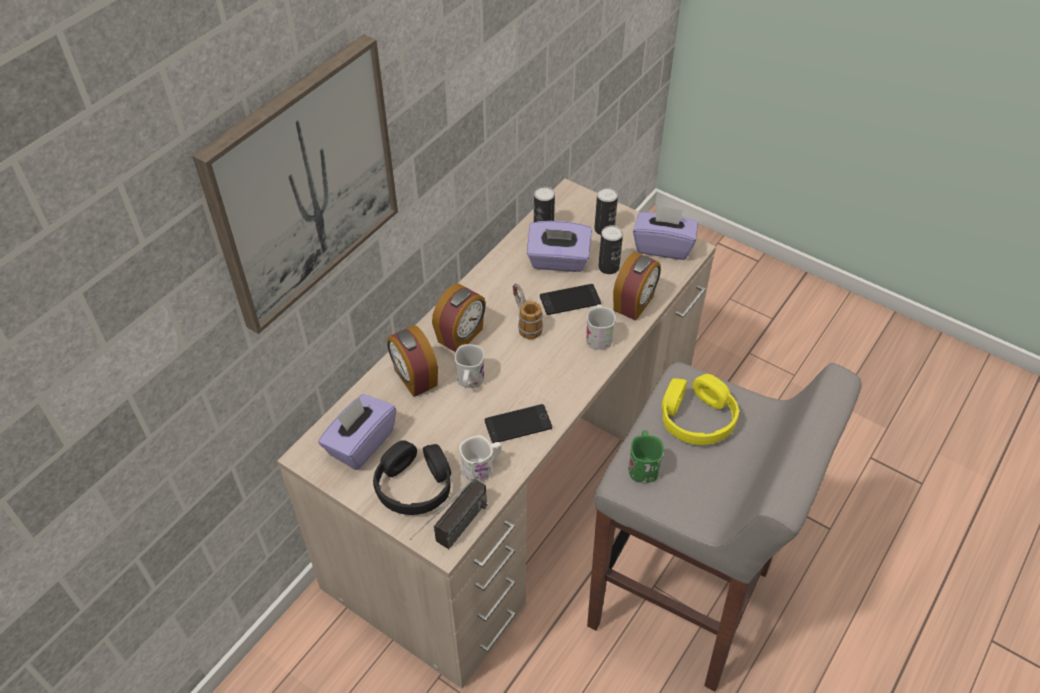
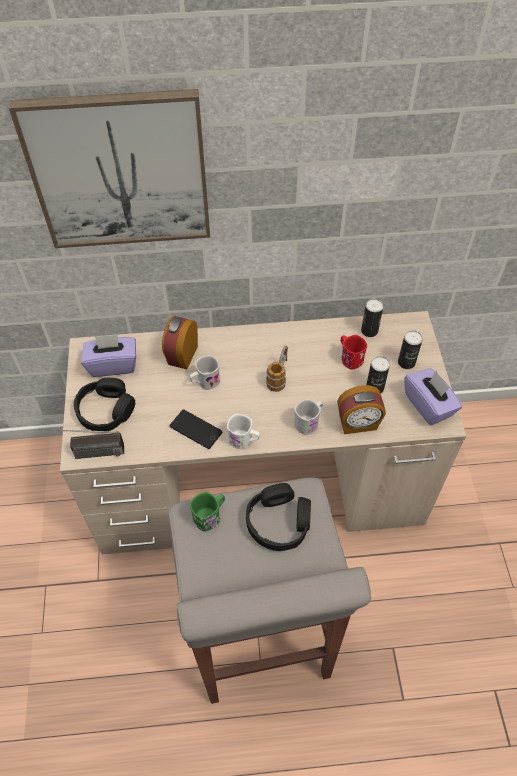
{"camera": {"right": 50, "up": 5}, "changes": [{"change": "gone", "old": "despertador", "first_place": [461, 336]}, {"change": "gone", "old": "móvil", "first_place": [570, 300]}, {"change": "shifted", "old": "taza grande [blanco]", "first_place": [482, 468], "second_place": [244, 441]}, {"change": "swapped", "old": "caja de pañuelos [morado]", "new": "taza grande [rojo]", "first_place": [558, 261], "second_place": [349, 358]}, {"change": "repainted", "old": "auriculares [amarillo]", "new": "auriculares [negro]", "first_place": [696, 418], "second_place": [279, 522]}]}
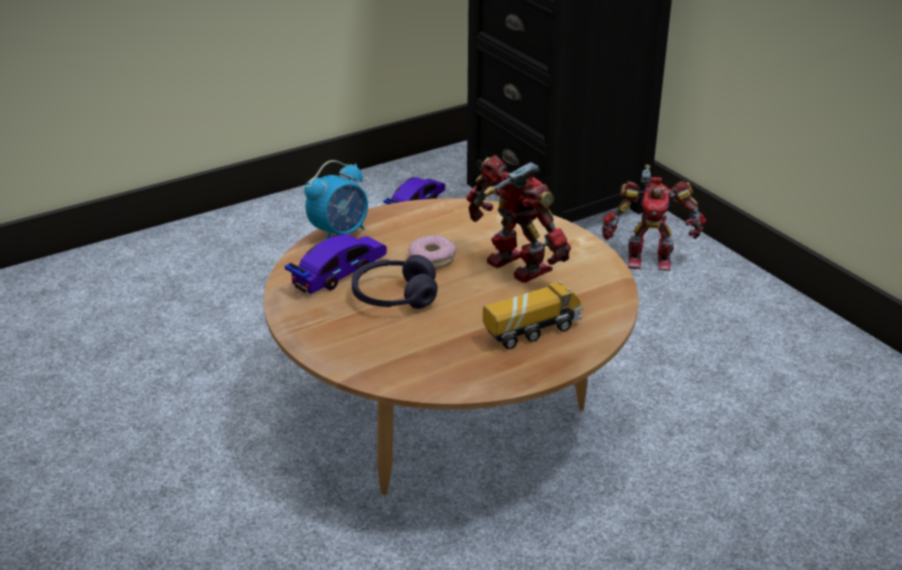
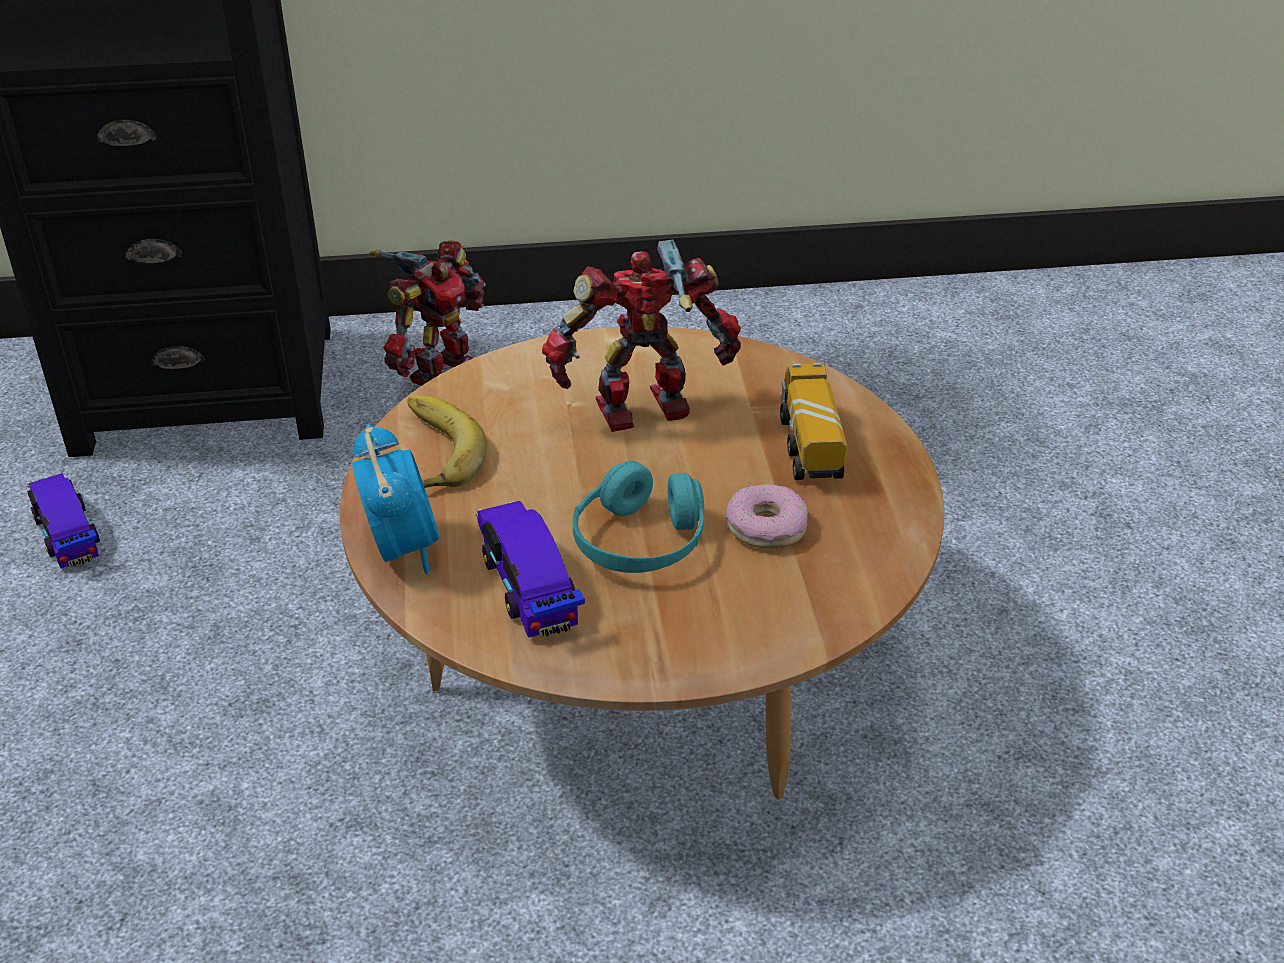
{"camera": {"right": -65, "up": 5}, "changes": [{"change": "new", "new": "plátano", "second_place": [431, 451]}, {"change": "shifted", "old": "rosquilla", "first_place": [432, 259], "second_place": [766, 527]}, {"change": "repainted", "old": "auriculares [morado]", "new": "auriculares [turquesa]", "first_place": [394, 296], "second_place": [639, 541]}]}
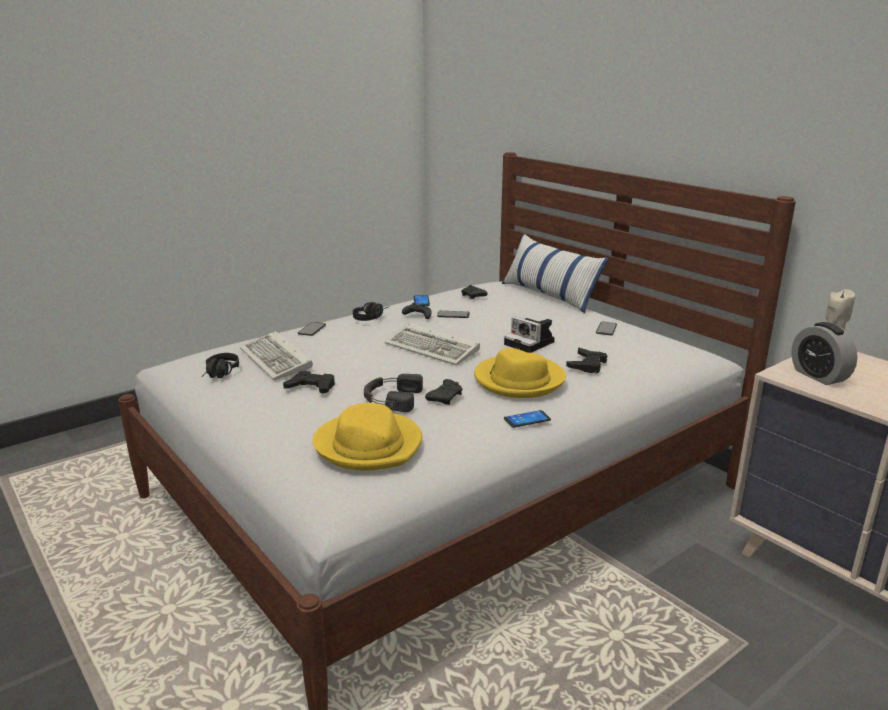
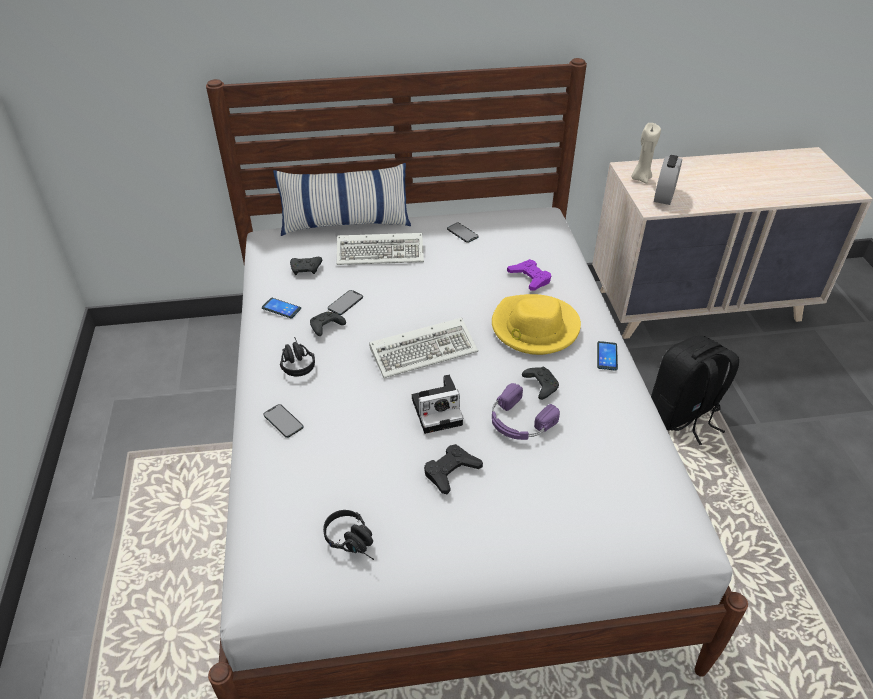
{"camera": {"right": -60, "up": 20}, "changes": [{"change": "gone", "old": "sombrero [amarillo]", "first_place": [369, 445]}, {"change": "new", "new": "mochila [negro]", "second_place": [683, 415]}, {"change": "shifted", "old": "teclado", "first_place": [277, 360], "second_place": [382, 252]}, {"change": "shifted", "old": "cámara", "first_place": [531, 343], "second_place": [438, 410]}, {"change": "repainted", "old": "auriculares [negro]", "new": "auriculares [morado]", "first_place": [391, 398], "second_place": [519, 421]}, {"change": "repainted", "old": "mando de consola [negro]", "new": "mando de consola [morado]", "first_place": [587, 365], "second_place": [530, 278]}, {"change": "rotated", "old": "despertador", "first_place": [818, 376], "second_place": [664, 196], "degrees": 105}]}
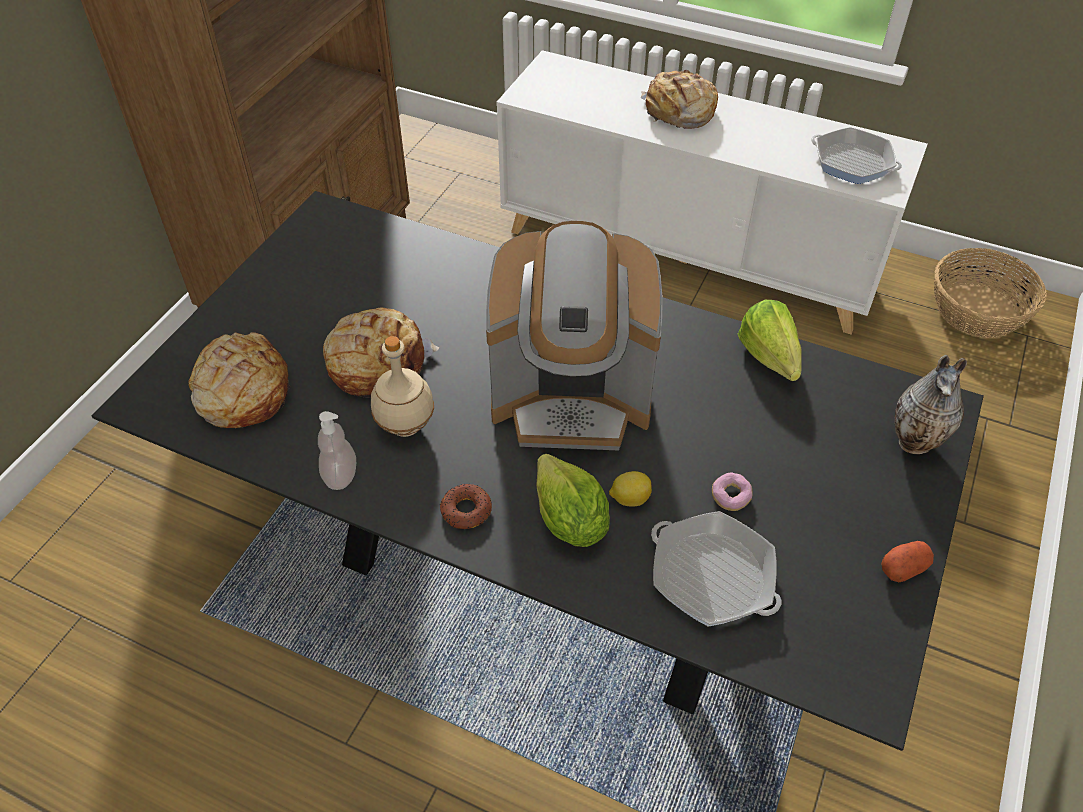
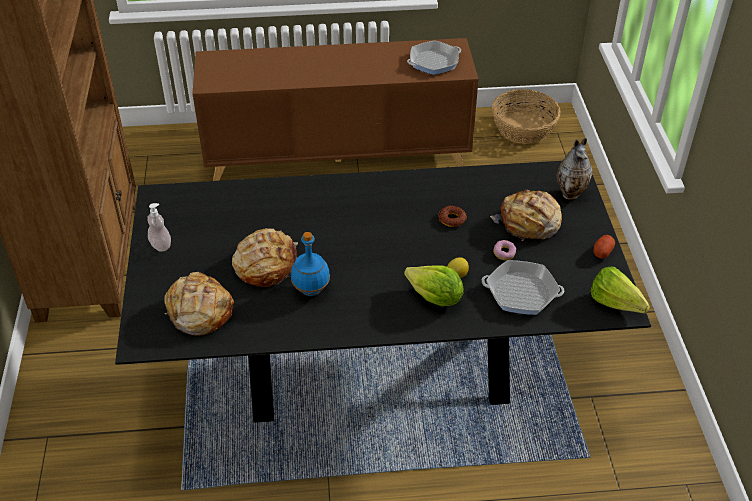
{"camera": {"right": -30, "up": -5}, "changes": [{"change": "gone", "old": "cafetera", "first_place": [571, 399]}, {"change": "shifted", "old": "dispensador de jabón", "first_place": [340, 475], "second_place": [161, 245]}, {"change": "shifted", "old": "rosquilla", "first_place": [466, 511], "second_place": [452, 219]}, {"change": "shifted", "old": "pan", "first_place": [679, 111], "second_place": [529, 223]}, {"change": "shifted", "old": "lechuga", "first_place": [770, 363], "second_place": [618, 306]}, {"change": "repainted", "old": "botella [beis]", "new": "botella [azul]", "first_place": [406, 426], "second_place": [311, 290]}, {"change": "repainted", "old": "armario [blanco]", "new": "armario [marrón]", "first_place": [688, 254], "second_place": [338, 155]}, {"change": "rotated", "old": "sartén", "first_place": [852, 162], "second_place": [434, 62], "degrees": 150}]}
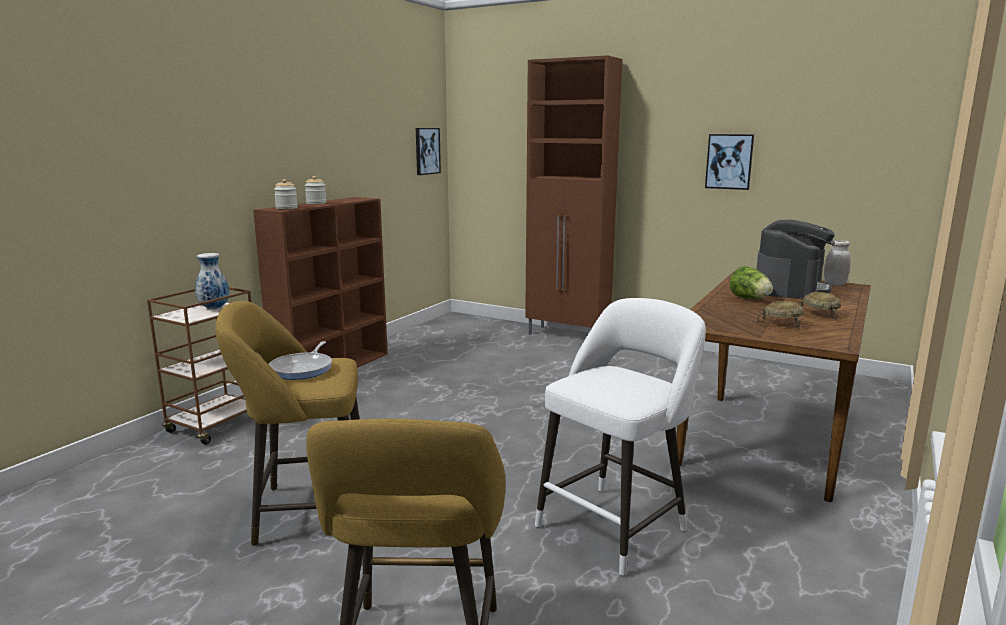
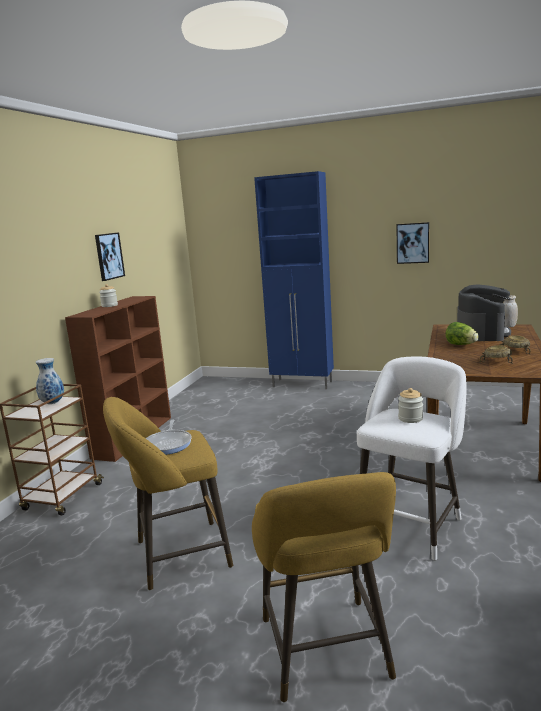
{"camera": {"right": -10, "up": 0}, "changes": [{"change": "shifted", "old": "tarro", "first_place": [286, 208], "second_place": [410, 418]}, {"change": "shifted", "old": "cuadro", "first_place": [427, 151], "second_place": [109, 256]}, {"change": "repainted", "old": "armario [marrón]", "new": "armario [azul]", "first_place": [568, 336], "second_place": [303, 384]}]}
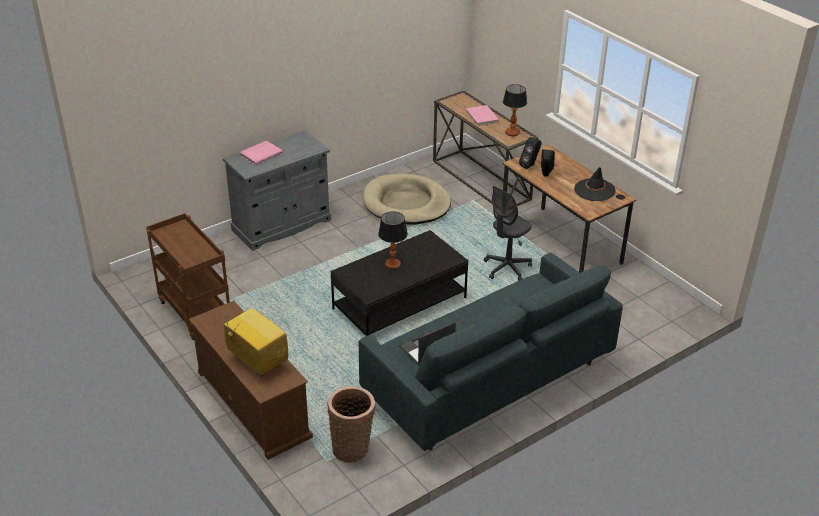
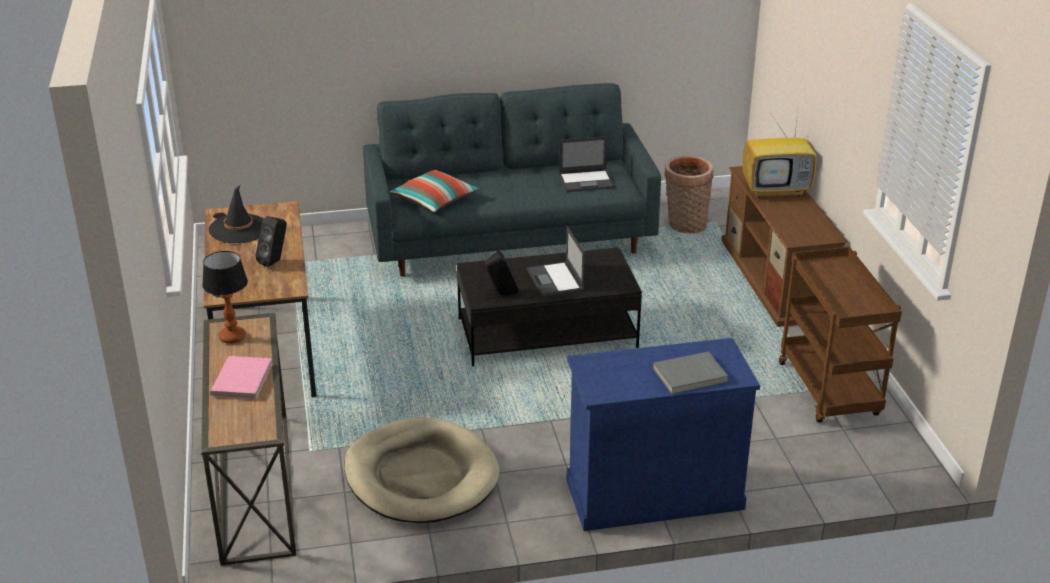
{"camera": {"right": -155, "up": -5}, "changes": [{"change": "gone", "old": "silla de oficina [gris]", "first_place": [507, 268]}, {"change": "new", "new": "cojín", "second_place": [435, 201]}, {"change": "shifted", "old": "altavoz [negro]", "first_place": [530, 166], "second_place": [501, 294]}, {"change": "swapped", "old": "lámpara de mesa", "new": "portátil", "first_place": [392, 264], "second_place": [555, 280]}, {"change": "repainted", "old": "armario [gris]", "new": "armario [azul]", "first_place": [282, 225], "second_place": [654, 494]}, {"change": "repainted", "old": "libro [rosa]", "new": "libro [gris]", "first_place": [260, 154], "second_place": [690, 375]}, {"change": "rotated", "old": "televisor", "first_place": [256, 361], "second_place": [777, 190], "degrees": -75}]}
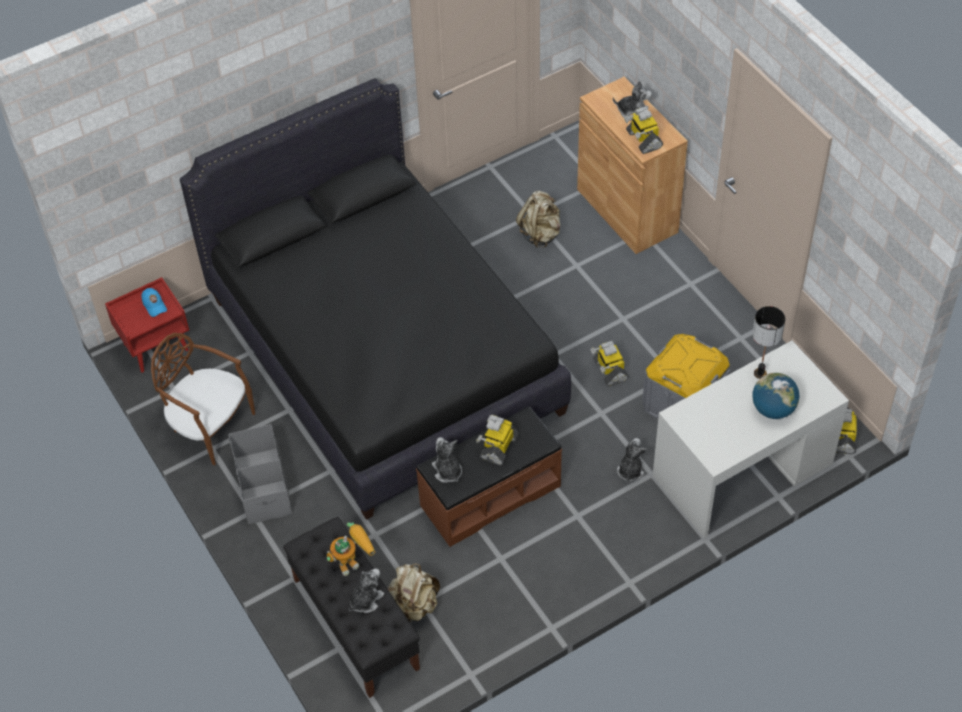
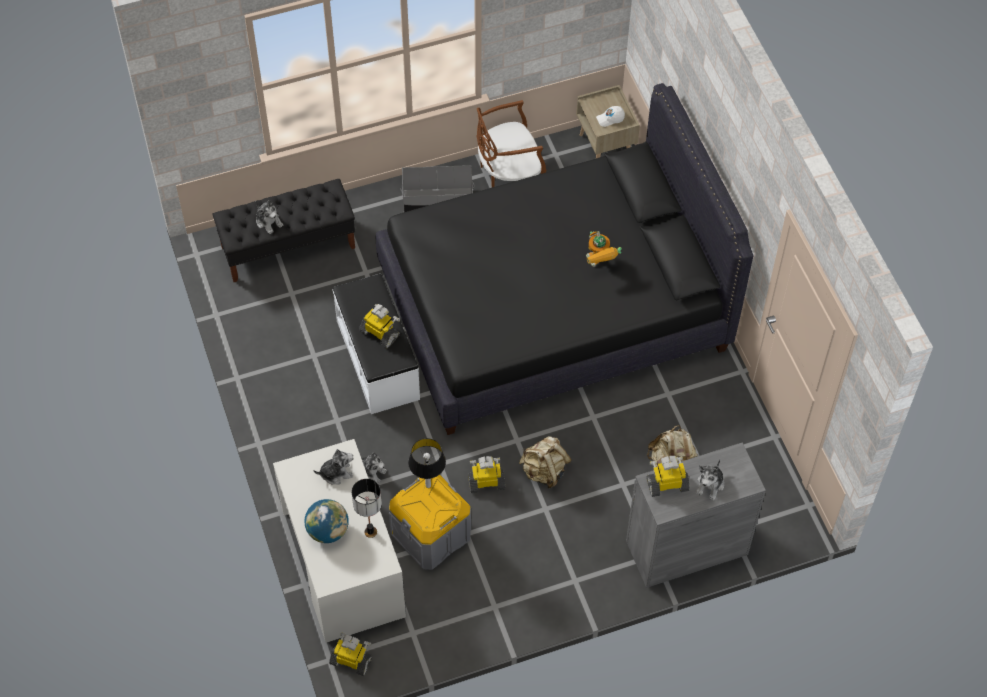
{"camera": {"right": 100, "up": 5}, "changes": [{"change": "new", "new": "lámpara de mesa", "second_place": [428, 485]}, {"change": "shifted", "old": "robot de juguete", "first_place": [353, 560], "second_place": [599, 263]}, {"change": "shifted", "old": "mochila [beis]", "first_place": [414, 604], "second_place": [544, 471]}, {"change": "shifted", "old": "peluche", "first_place": [447, 471], "second_place": [336, 473]}, {"change": "repainted", "old": "mesita de noche [rojo]", "new": "mesita de noche [beis]", "first_place": [156, 346], "second_place": [606, 146]}, {"change": "repainted", "old": "gorra [azul]", "new": "gorra [blanco]", "first_place": [154, 305], "second_place": [610, 119]}, {"change": "repainted", "old": "banco [marrón]", "new": "banco [blanco]", "first_place": [490, 495], "second_place": [378, 360]}, {"change": "repainted", "old": "armario [marrón]", "new": "armario [gris]", "first_place": [627, 211], "second_place": [686, 547]}, {"change": "rotated", "old": "silla [marrón]", "first_place": [210, 426], "second_place": [509, 175], "degrees": -150}]}
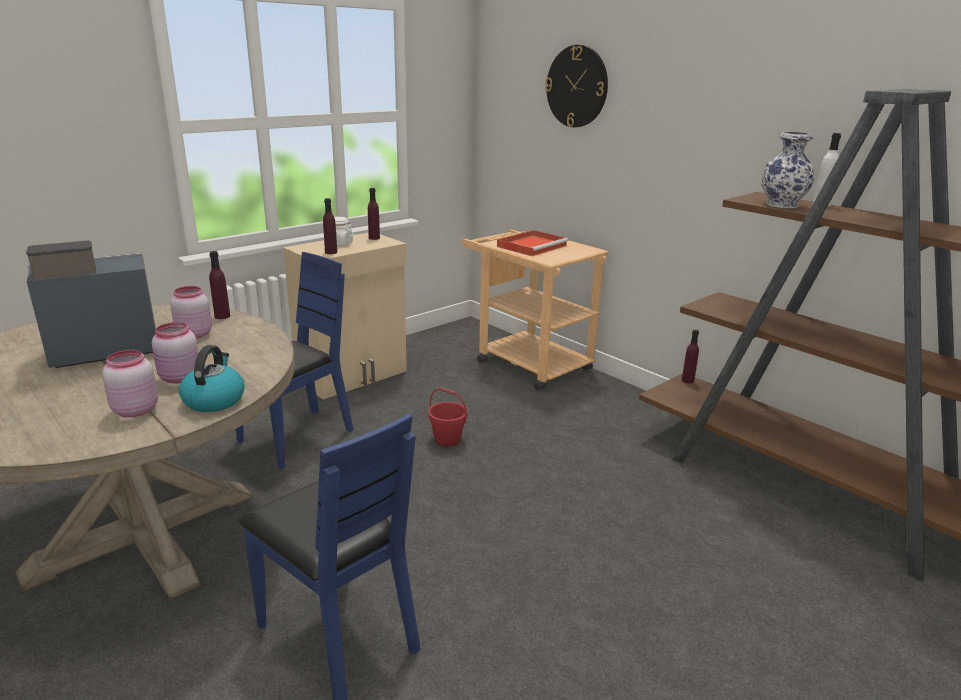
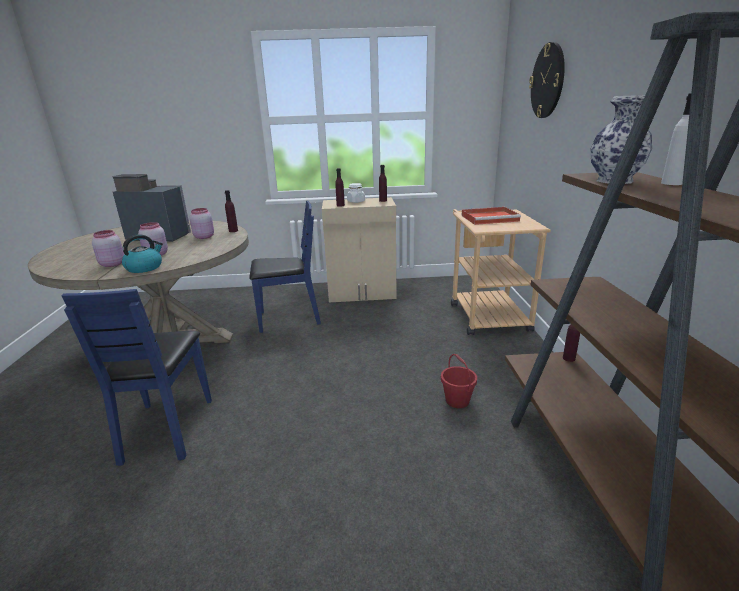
{"camera": {"right": 40, "up": 0}, "changes": [{"change": "shifted", "old": "cubo [rojo]", "first_place": [448, 439], "second_place": [457, 401]}]}
